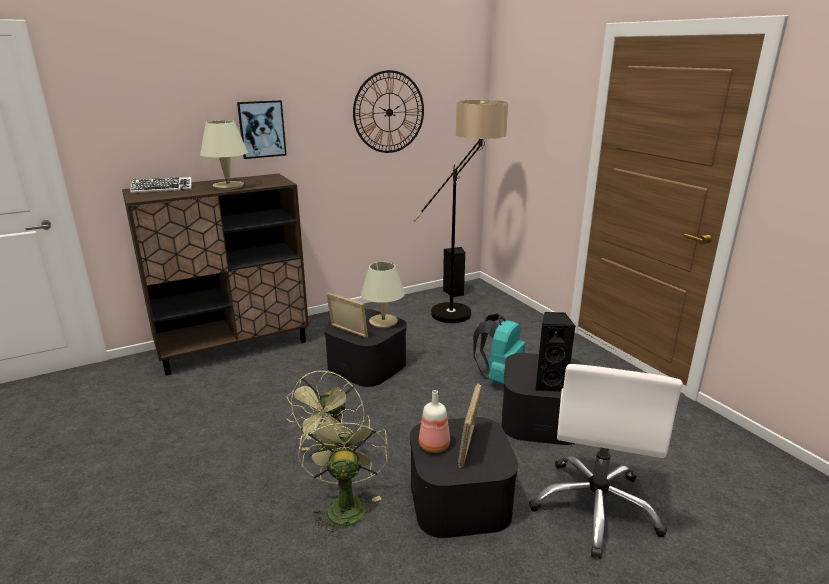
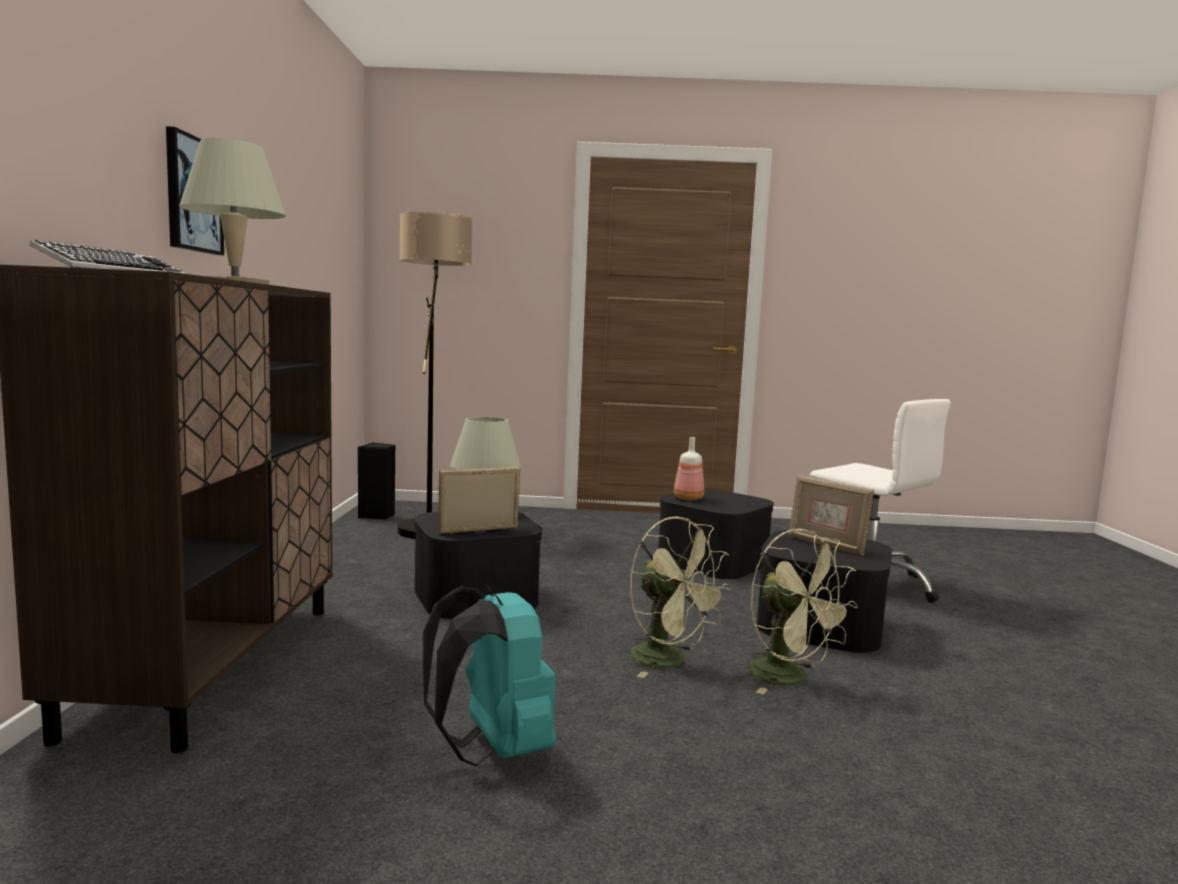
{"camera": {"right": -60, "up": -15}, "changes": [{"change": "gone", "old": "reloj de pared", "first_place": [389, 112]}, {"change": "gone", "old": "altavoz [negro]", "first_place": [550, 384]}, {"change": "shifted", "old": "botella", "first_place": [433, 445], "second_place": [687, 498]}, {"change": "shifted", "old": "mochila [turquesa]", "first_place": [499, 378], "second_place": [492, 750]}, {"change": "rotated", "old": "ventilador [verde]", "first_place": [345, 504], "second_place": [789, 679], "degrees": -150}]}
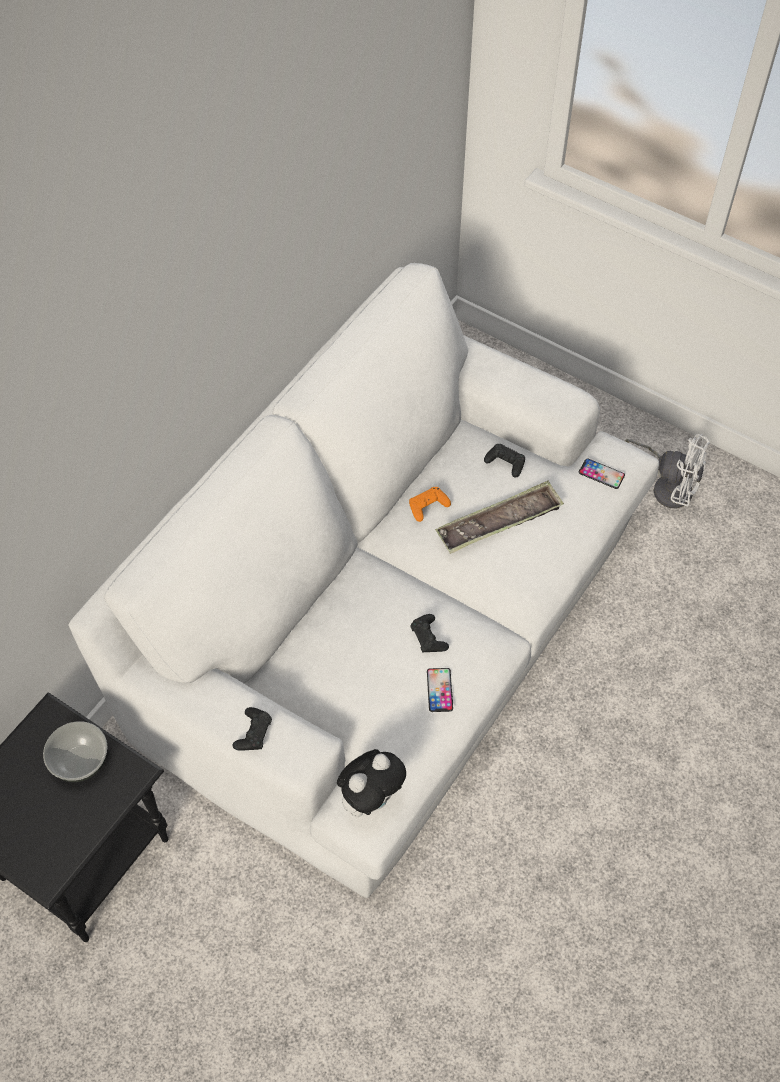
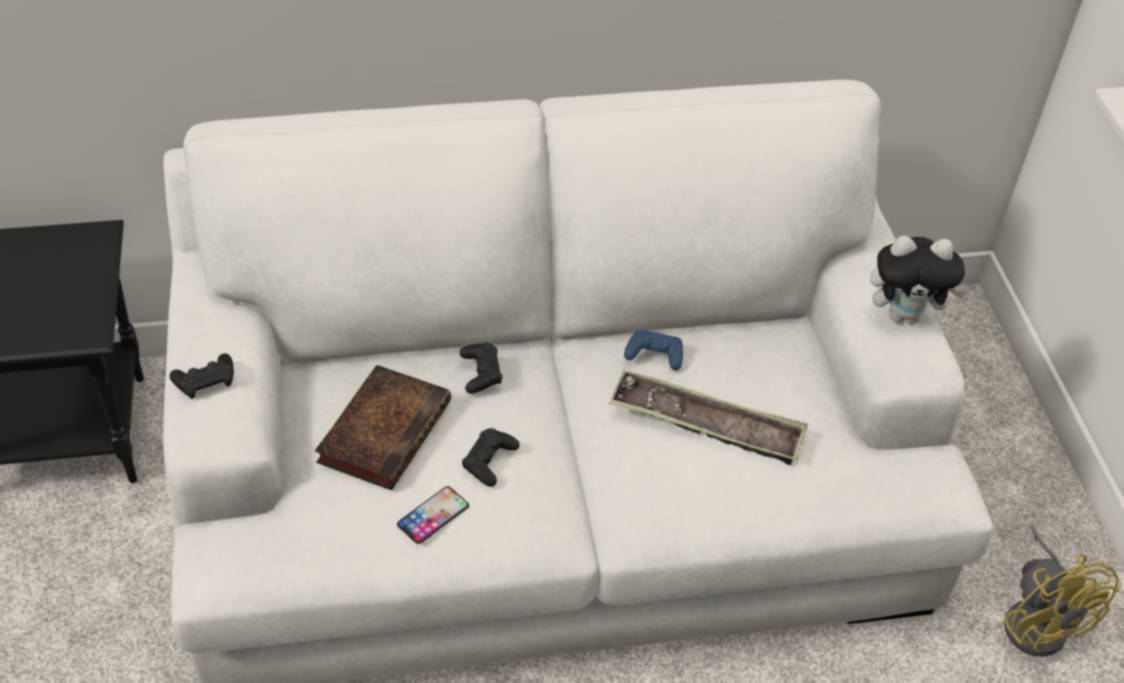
{"camera": {"right": 45, "up": -10}, "changes": [{"change": "gone", "old": "cuenco", "first_place": [81, 761]}, {"change": "gone", "old": "móvil", "first_place": [601, 474]}, {"change": "new", "new": "libro", "second_place": [385, 429]}, {"change": "shifted", "old": "peluche", "first_place": [371, 798], "second_place": [905, 315]}, {"change": "shifted", "old": "mando de consola [negro]", "first_place": [505, 463], "second_place": [481, 372]}, {"change": "repainted", "old": "mando de consola [naranja]", "new": "mando de consola [azul]", "first_place": [428, 506], "second_place": [654, 354]}, {"change": "repainted", "old": "ventilador [blanco]", "new": "ventilador [amarillo]", "first_place": [668, 486], "second_place": [1038, 620]}]}
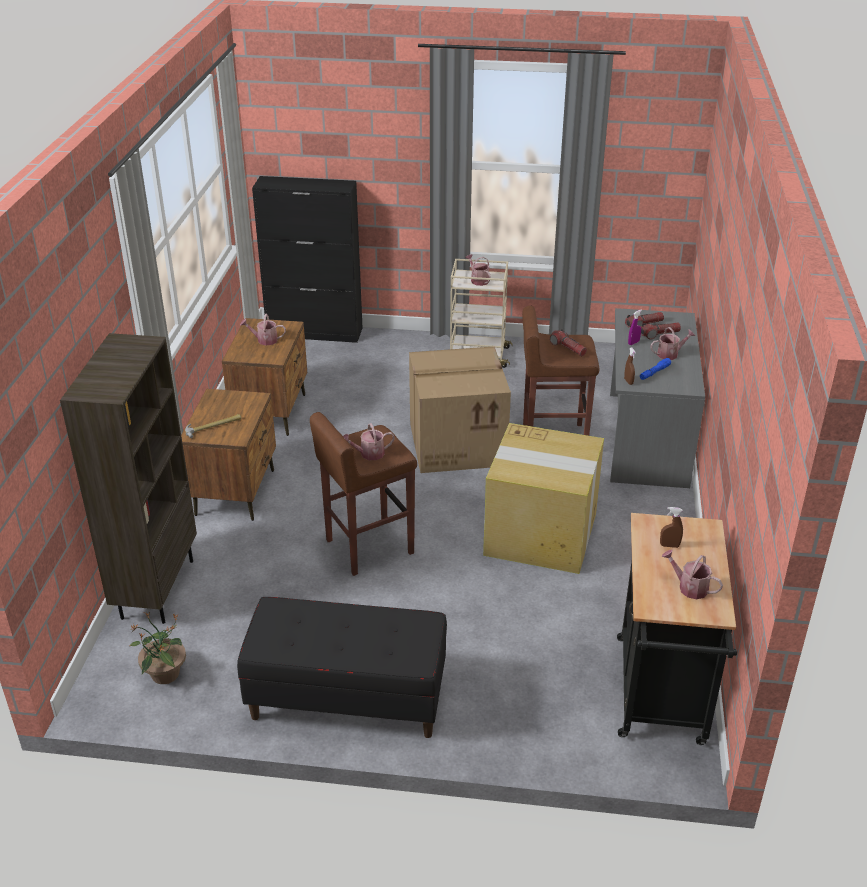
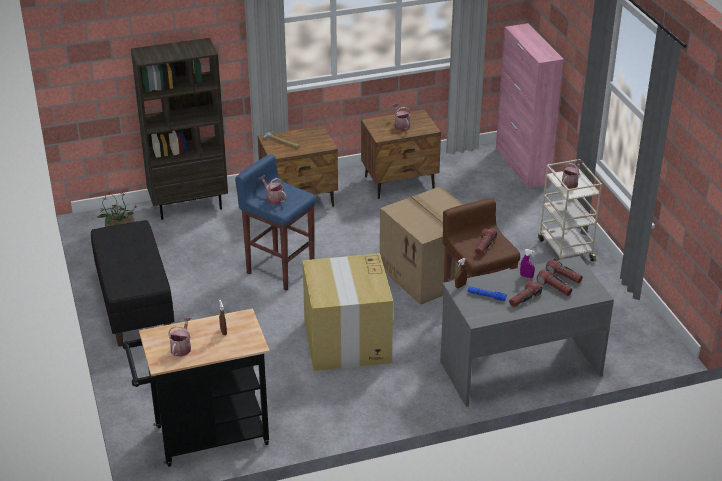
{"camera": {"right": 65, "up": 0}, "changes": [{"change": "swapped", "old": "regadera", "new": "linterna", "first_place": [670, 354], "second_place": [524, 299]}, {"change": "repainted", "old": "armario [negro]", "new": "armario [rosa]", "first_place": [315, 332], "second_place": [522, 166]}, {"change": "repainted", "old": "taburete [marrón]", "new": "taburete [azul]", "first_place": [368, 546], "second_place": [280, 269]}]}
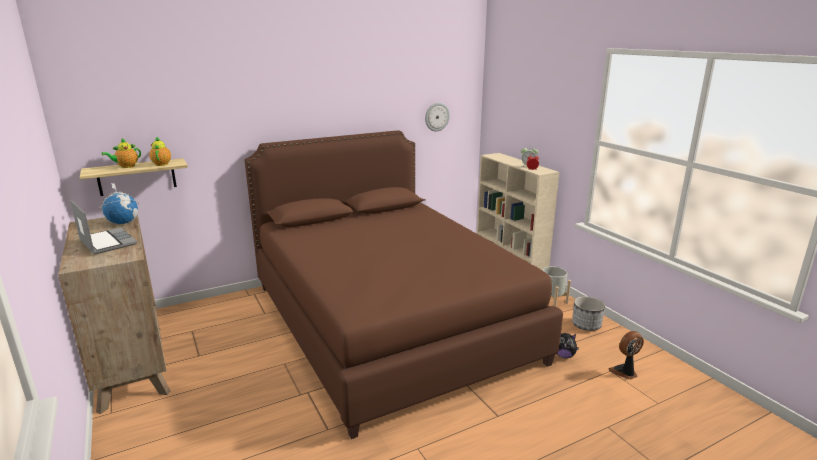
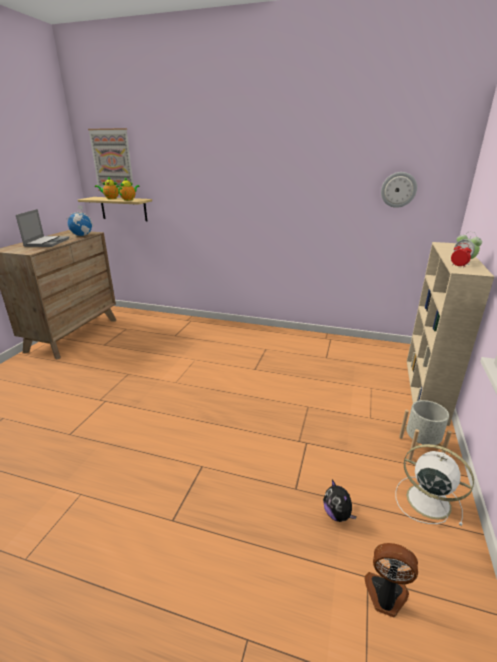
{"camera": {"right": 45, "up": 5}, "changes": [{"change": "gone", "old": "cama [marrón]", "first_place": [388, 322]}, {"change": "new", "new": "cuadro", "second_place": [112, 160]}, {"change": "swapped", "old": "maceta", "new": "ventilador [blanco]", "first_place": [586, 325], "second_place": [426, 500]}]}
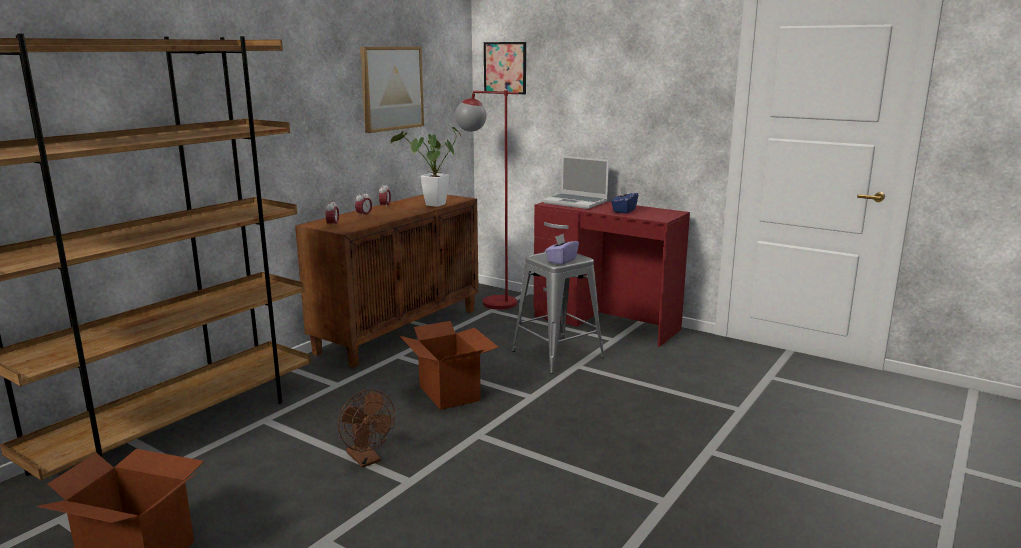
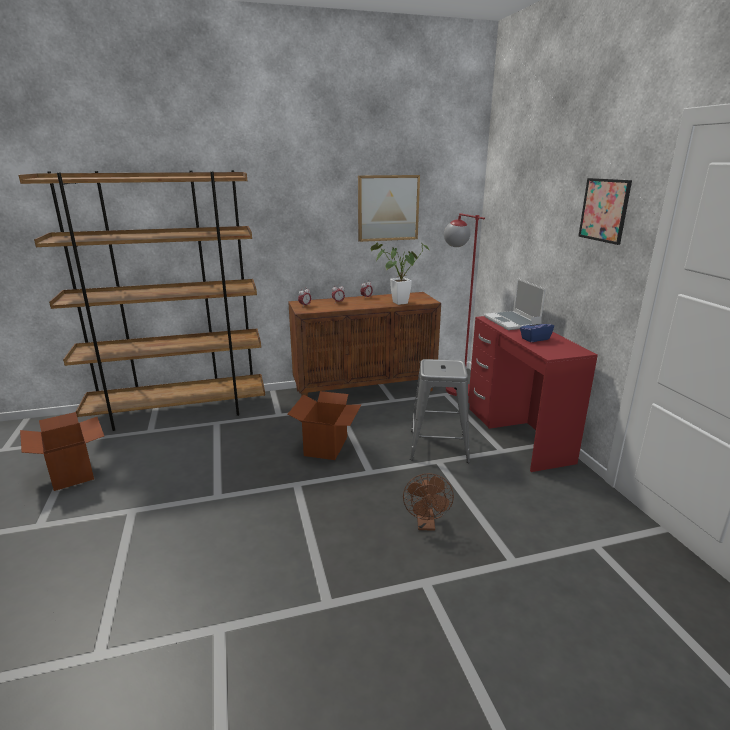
{"camera": {"right": 40, "up": 5}, "changes": [{"change": "gone", "old": "caja de pañuelos [morado]", "first_place": [561, 260]}, {"change": "shifted", "old": "ventilador [marrón]", "first_place": [367, 460], "second_place": [426, 524]}, {"change": "shifted", "old": "cuadro", "first_place": [505, 68], "second_place": [604, 210]}]}
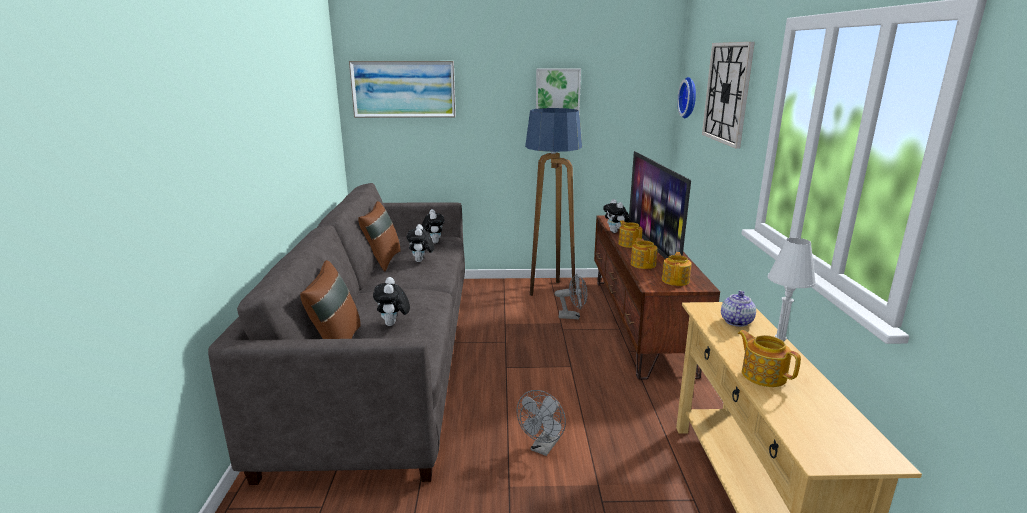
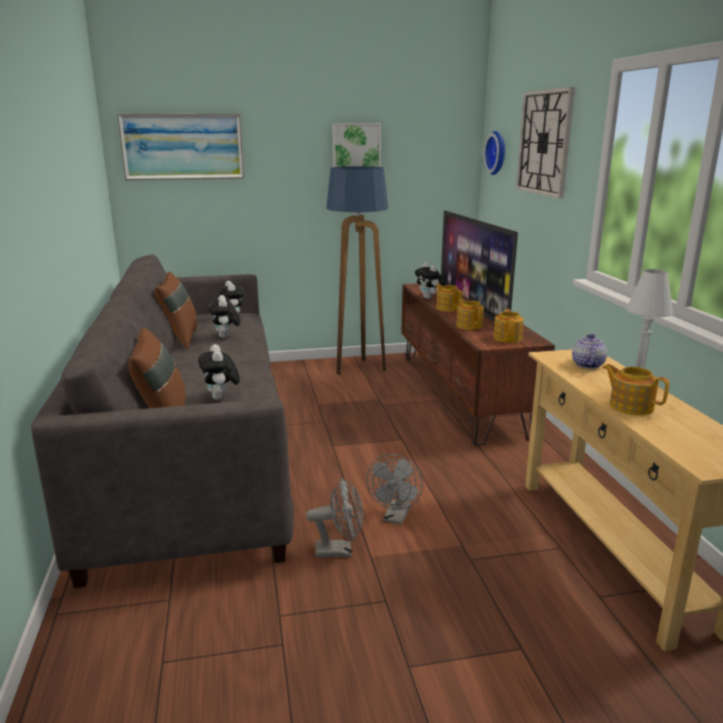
{"camera": {"right": -10, "up": 0}, "changes": [{"change": "shifted", "old": "ventilador [gris]", "first_place": [572, 316], "second_place": [339, 550]}]}
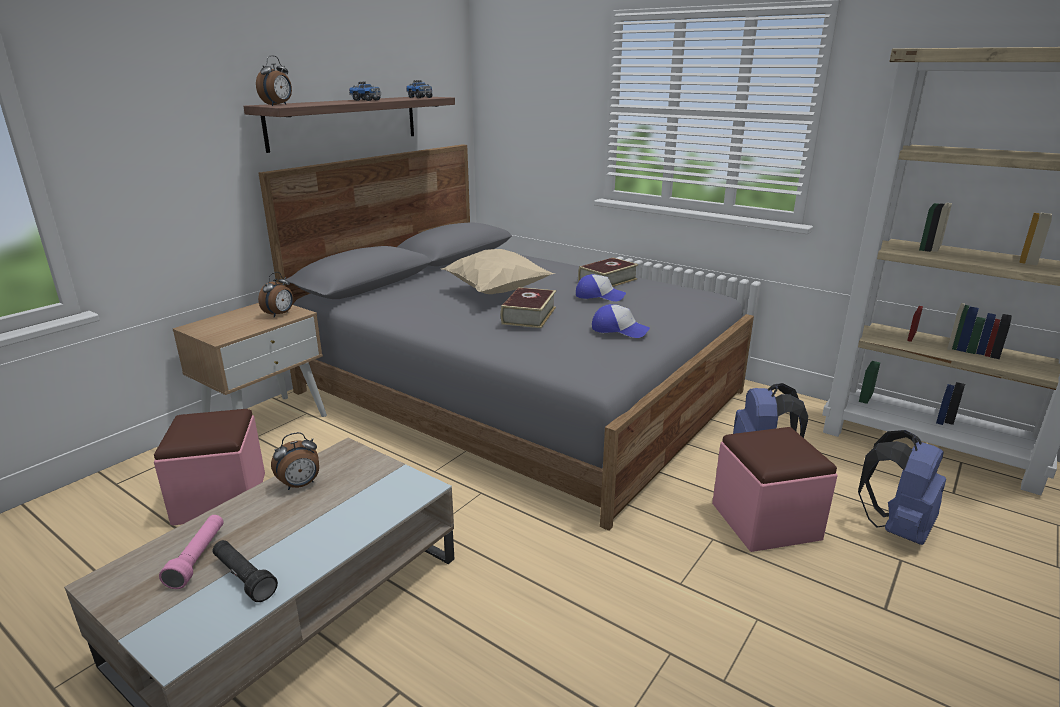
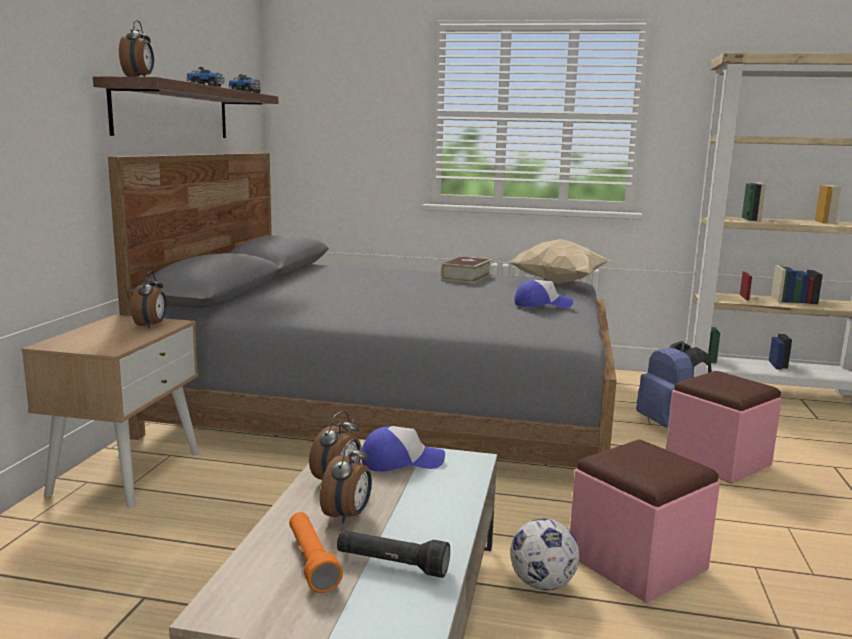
{"camera": {"right": -25, "up": -10}, "changes": [{"change": "gone", "old": "libro", "first_place": [529, 315]}, {"change": "gone", "old": "mochila [azul]", "first_place": [896, 528]}, {"change": "new", "new": "despertador", "second_place": [348, 515]}, {"change": "new", "new": "balón de fútbol", "second_place": [542, 584]}, {"change": "shifted", "old": "puf [rosa]", "first_place": [220, 498], "second_place": [637, 562]}, {"change": "shifted", "old": "cojín [beis]", "first_place": [498, 292], "second_place": [559, 283]}, {"change": "shifted", "old": "gorra", "first_place": [599, 296], "second_place": [401, 461]}, {"change": "repainted", "old": "linterna [rosa]", "new": "linterna [naranja]", "first_place": [198, 558], "second_place": [311, 562]}]}
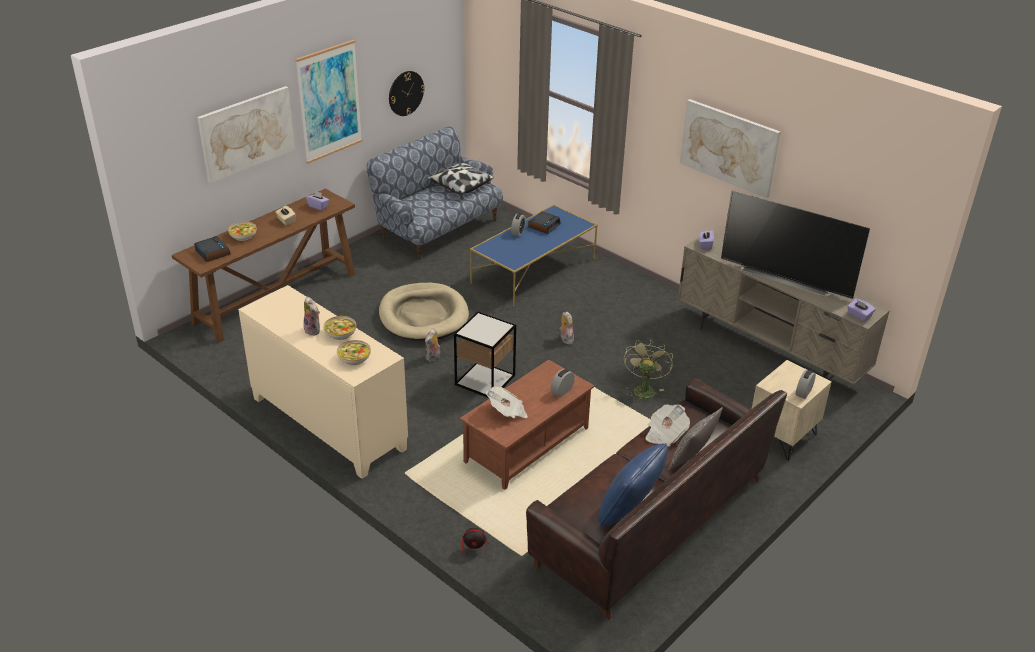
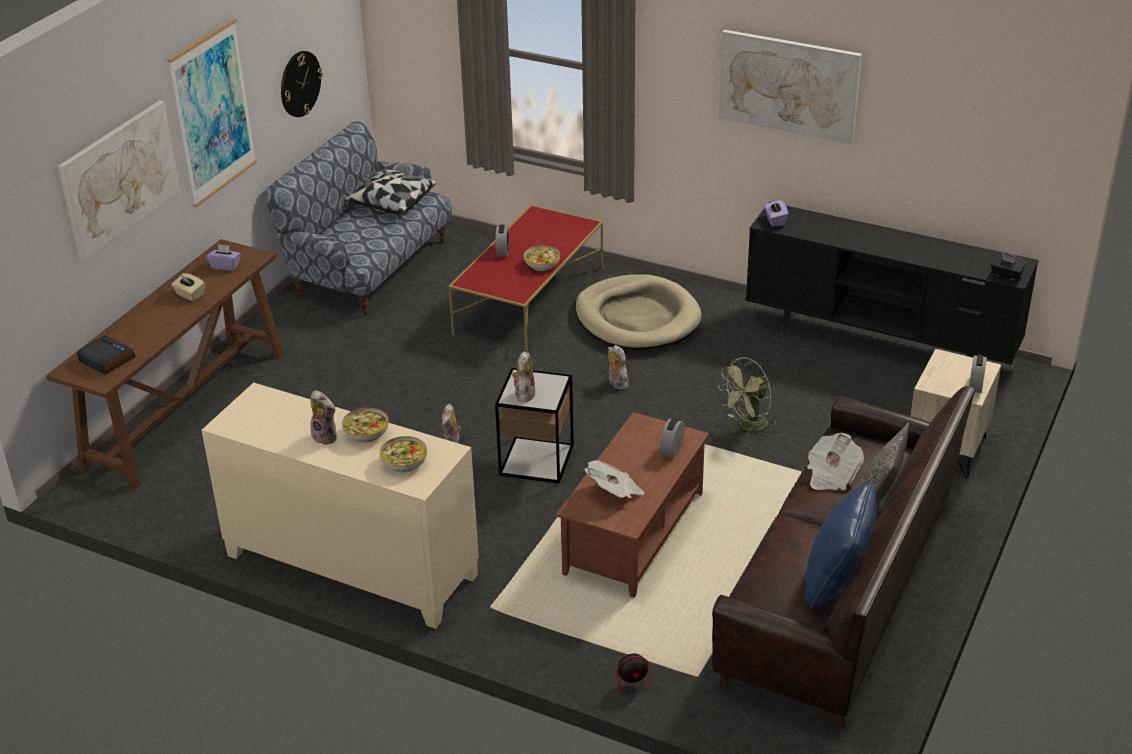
{"camera": {"right": -15, "up": 0}, "changes": [{"change": "gone", "old": "despertador", "first_place": [544, 225]}, {"change": "gone", "old": "televisor", "first_place": [786, 278]}, {"change": "new", "new": "peluche", "second_place": [524, 394]}, {"change": "shifted", "old": "cuenco", "first_place": [243, 236], "second_place": [541, 264]}, {"change": "shifted", "old": "cama para perro [beis]", "first_place": [423, 316], "second_place": [637, 318]}, {"change": "repainted", "old": "mesa de centro [azul]", "new": "mesa de centro [rojo]", "first_place": [534, 270], "second_place": [530, 300]}, {"change": "repainted", "old": "mueble de televisión [beis]", "new": "mueble de televisión [negro]", "first_place": [769, 350], "second_place": [881, 344]}, {"change": "repainted", "old": "caja de pañuelos [morado]", "new": "caja de pañuelos [negro]", "first_place": [859, 316], "second_place": [1006, 274]}, {"change": "rotated", "old": "ventilador [verde]", "first_place": [643, 389], "second_place": [748, 427], "degrees": -120}]}
